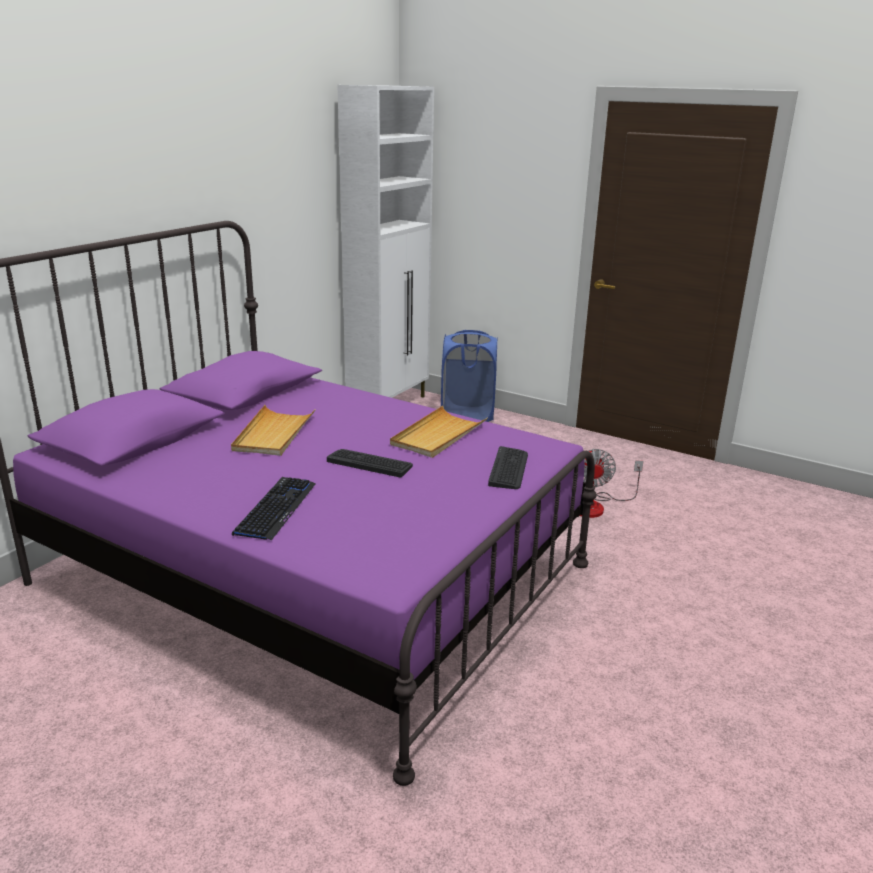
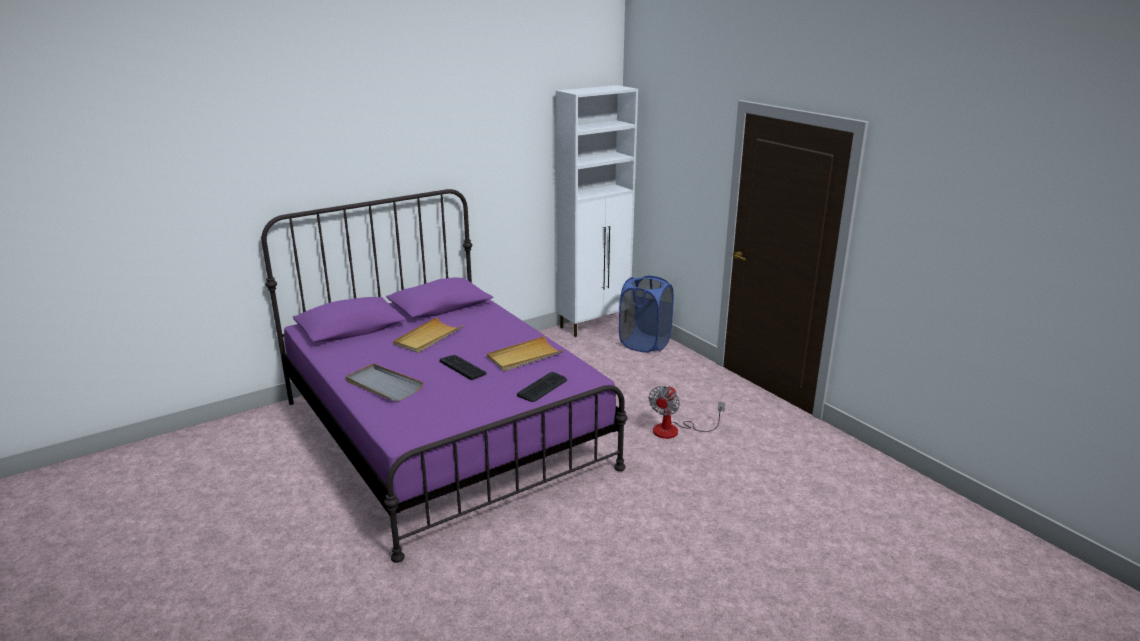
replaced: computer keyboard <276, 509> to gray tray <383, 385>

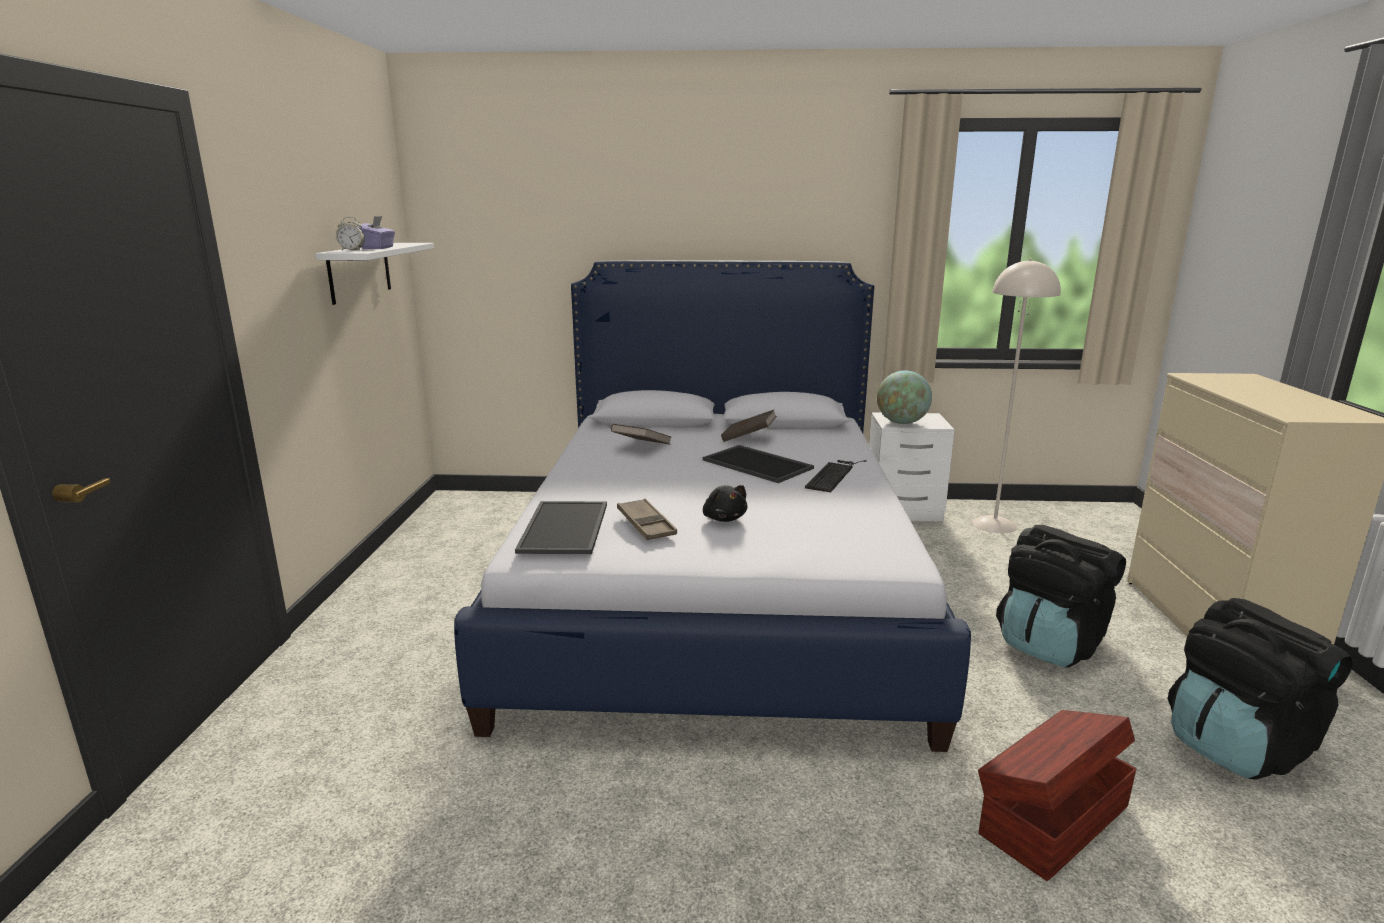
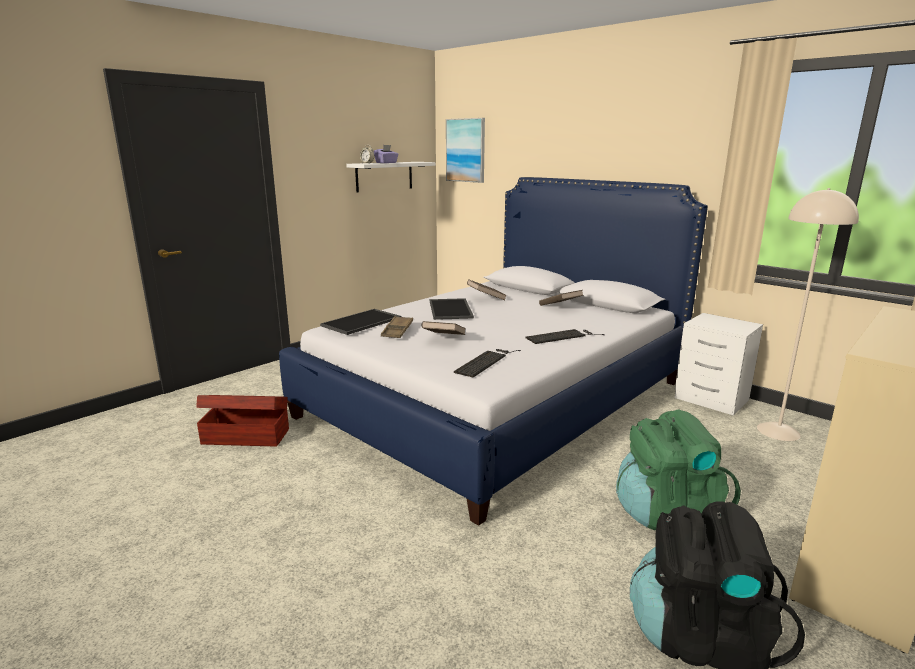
removed: desk globe <901, 422>
added: wall picture <466, 150>; computer keyboard <486, 361>
moved: tray <759, 464> to <451, 309>; brown storage box <1051, 819> to <245, 436>
replaced: black cuddly toy <724, 518> to brown volume <444, 339>
recoloured: black knapsack <1050, 644> to green knapsack <667, 512>

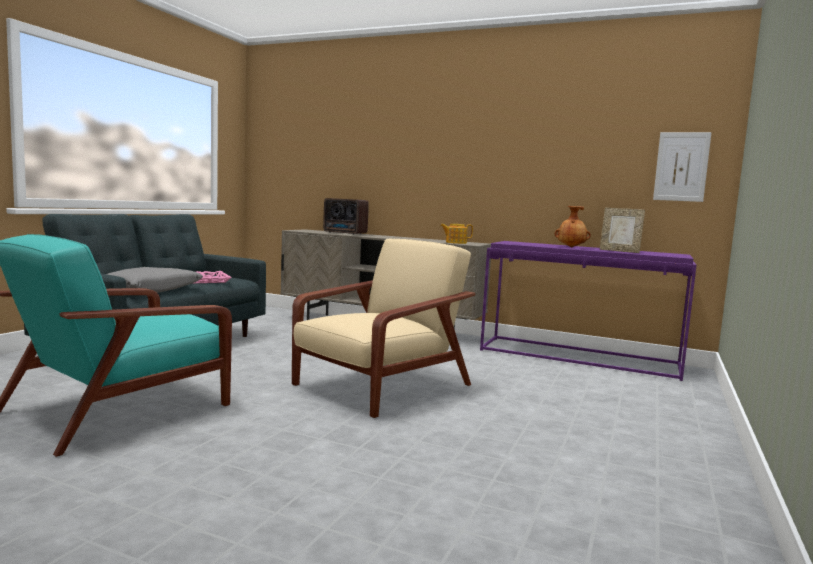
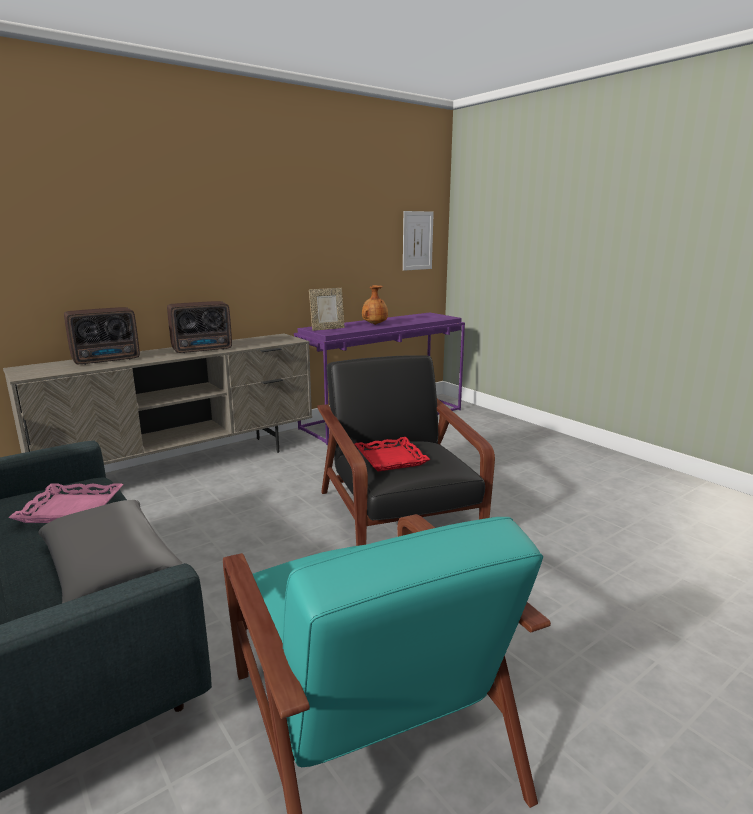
removed: teapot <455, 242>
added: radio set <203, 349>; red-coloured tray <391, 459>
moved: photo frame <619, 251> to <327, 329>
recoloured: beige armchair <380, 386> to black armchair <398, 518>

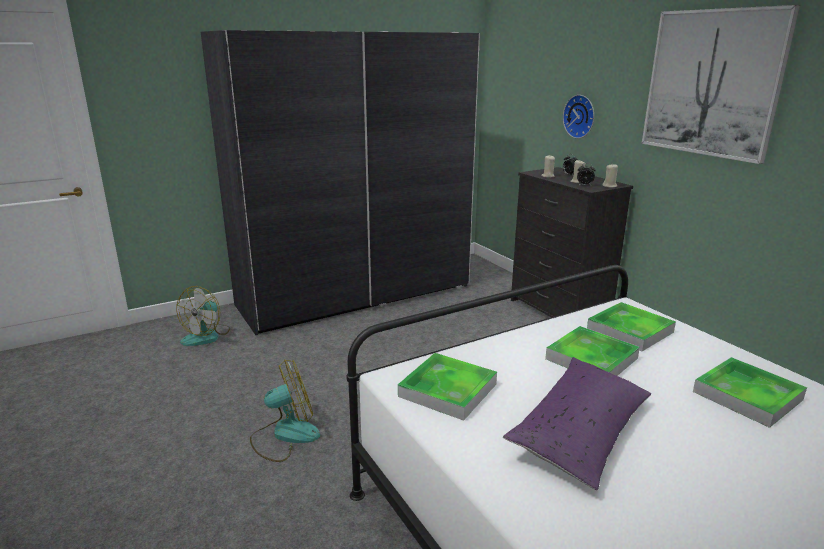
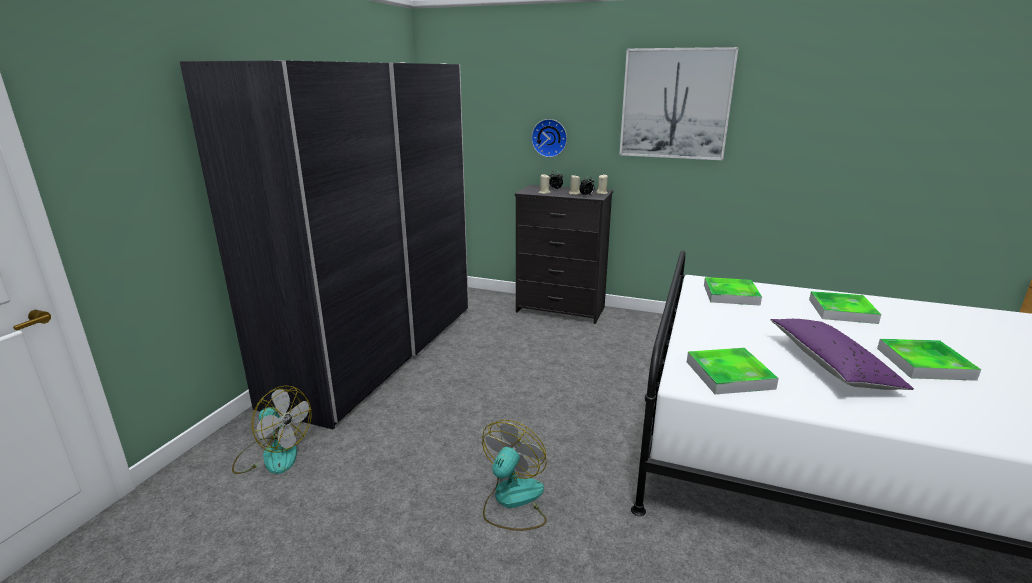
moved: tray <591, 358> to <924, 363>
turned: electric fan <206, 335> = <273, 454> 45 degrees counterclockwise

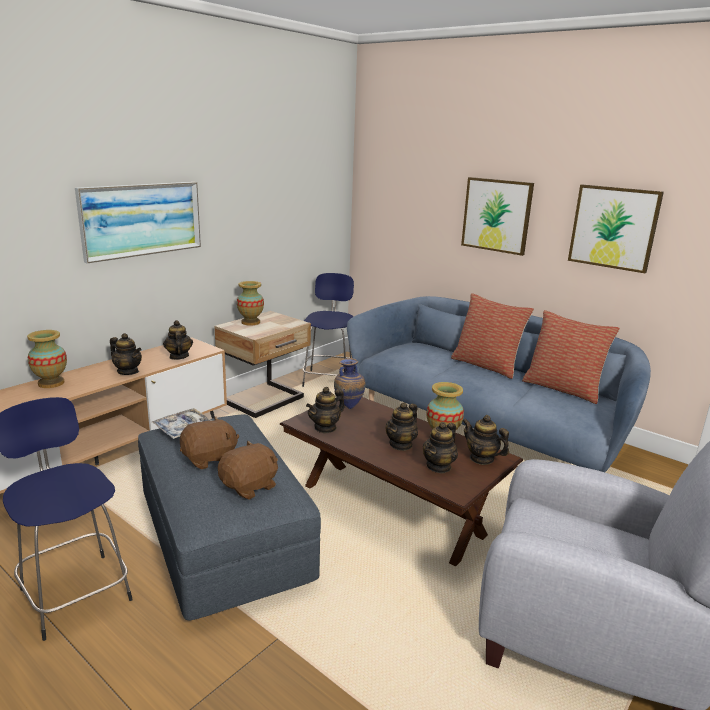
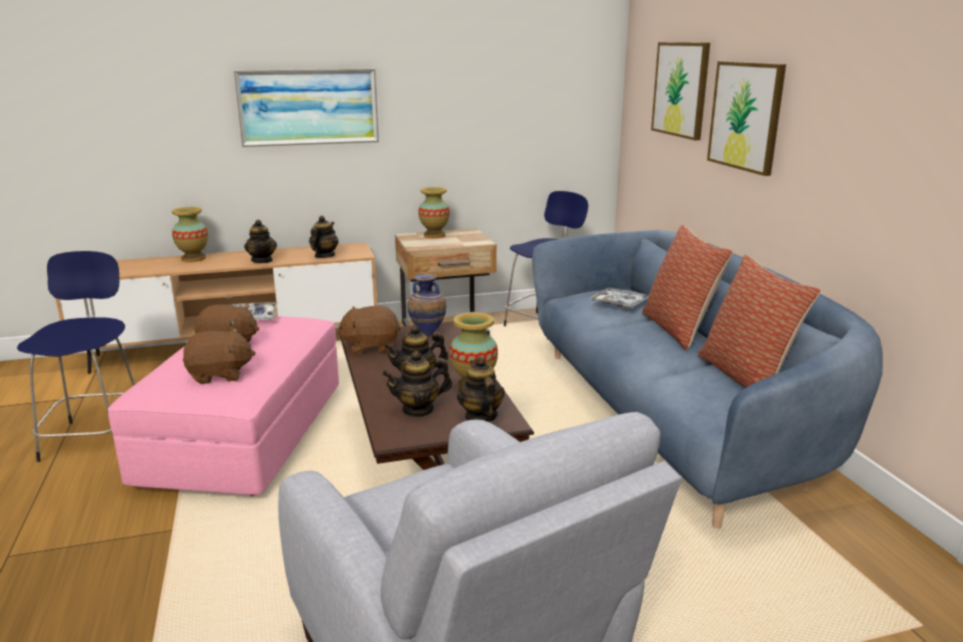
added: tray <620, 303>
moved: wall picture <613, 227> to <681, 89>
replaced: teapot <325, 428> to brown cuddly toy <370, 346>
recoloured: gray ottoman <223, 537> to pinkish ottoman <245, 436>

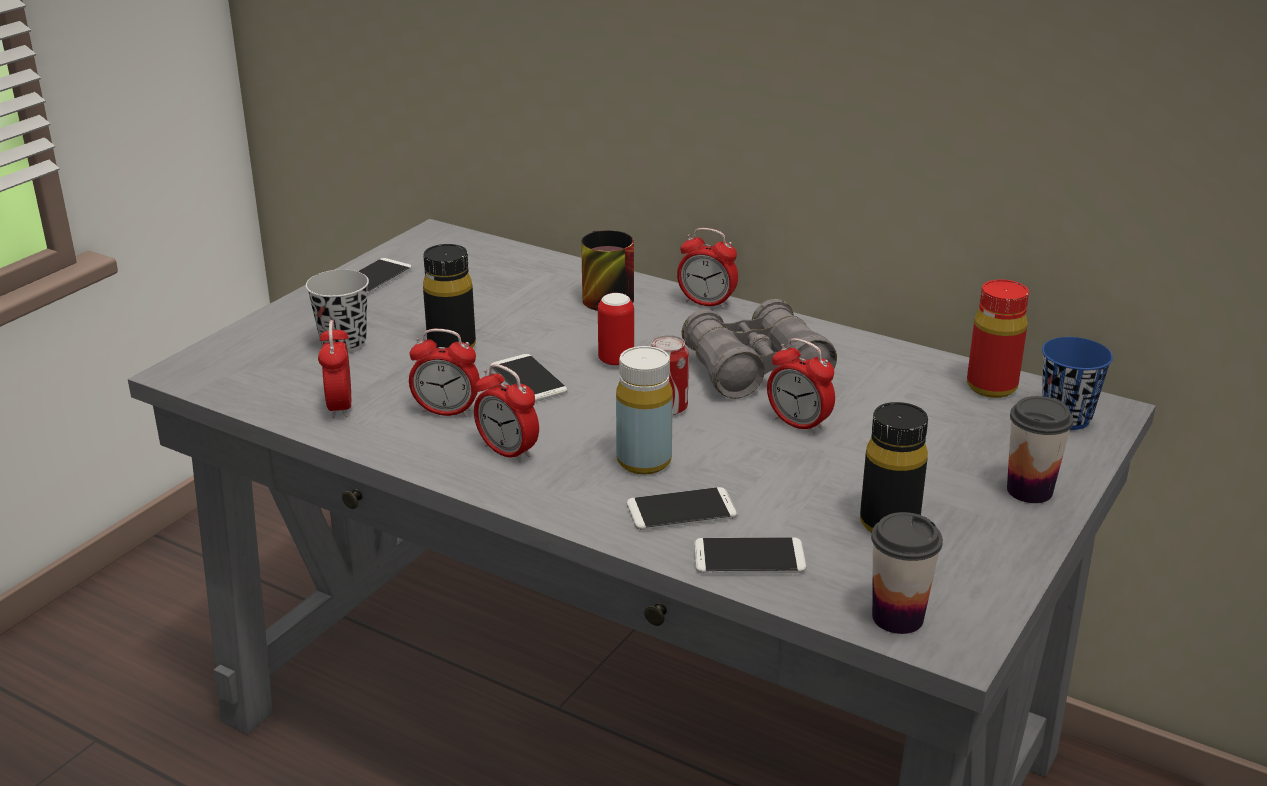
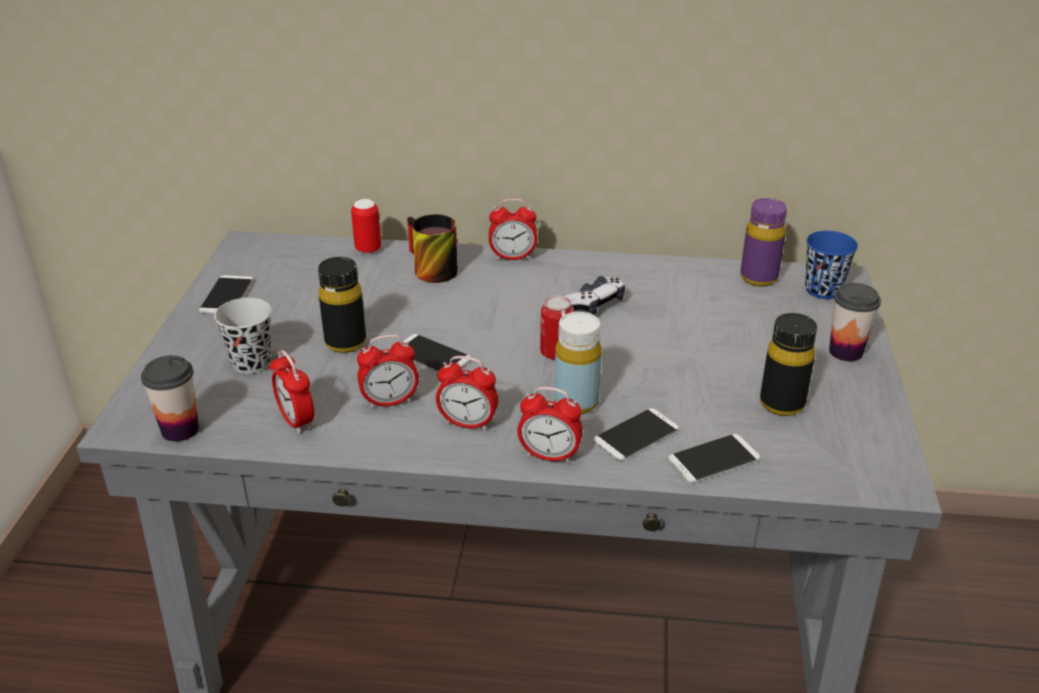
moved: can <616, 361> to <368, 249>; alarm clock <799, 424> to <549, 456>; cup <897, 617> to <180, 430>
replaced: gray binoculars <755, 369> to game controller <592, 304>
recoloured: red-coloured beverage bottle <991, 387> to purple-coloured beverage bottle <758, 278>

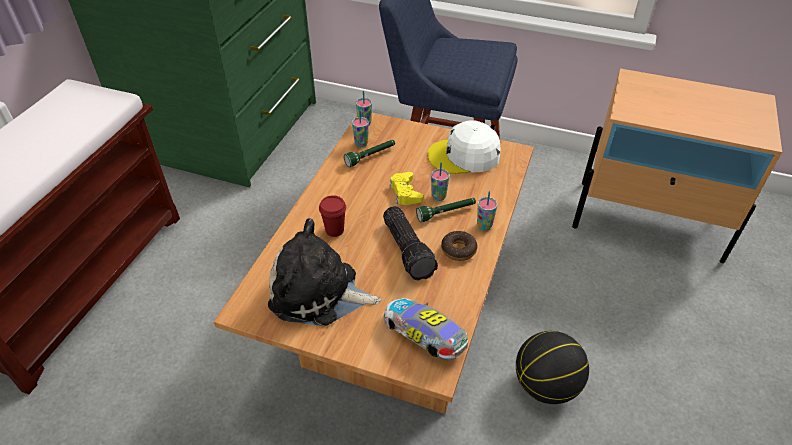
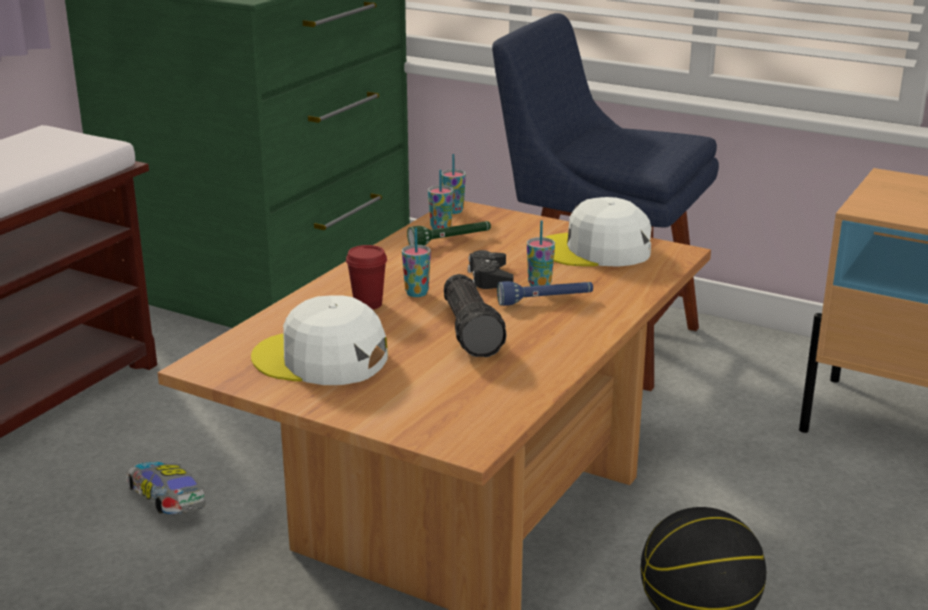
removed: ring doughnut <458, 249>
moved: cup <484, 226> to <416, 293>; toy car <425, 337> to <168, 503>
replaced: cuddly toy <319, 293> to whitish peaked cap <321, 359>
recoloured: yellowish game controller <405, 192> to black game controller <489, 278>; green hand torch <446, 213> to bluish hand torch <545, 301>

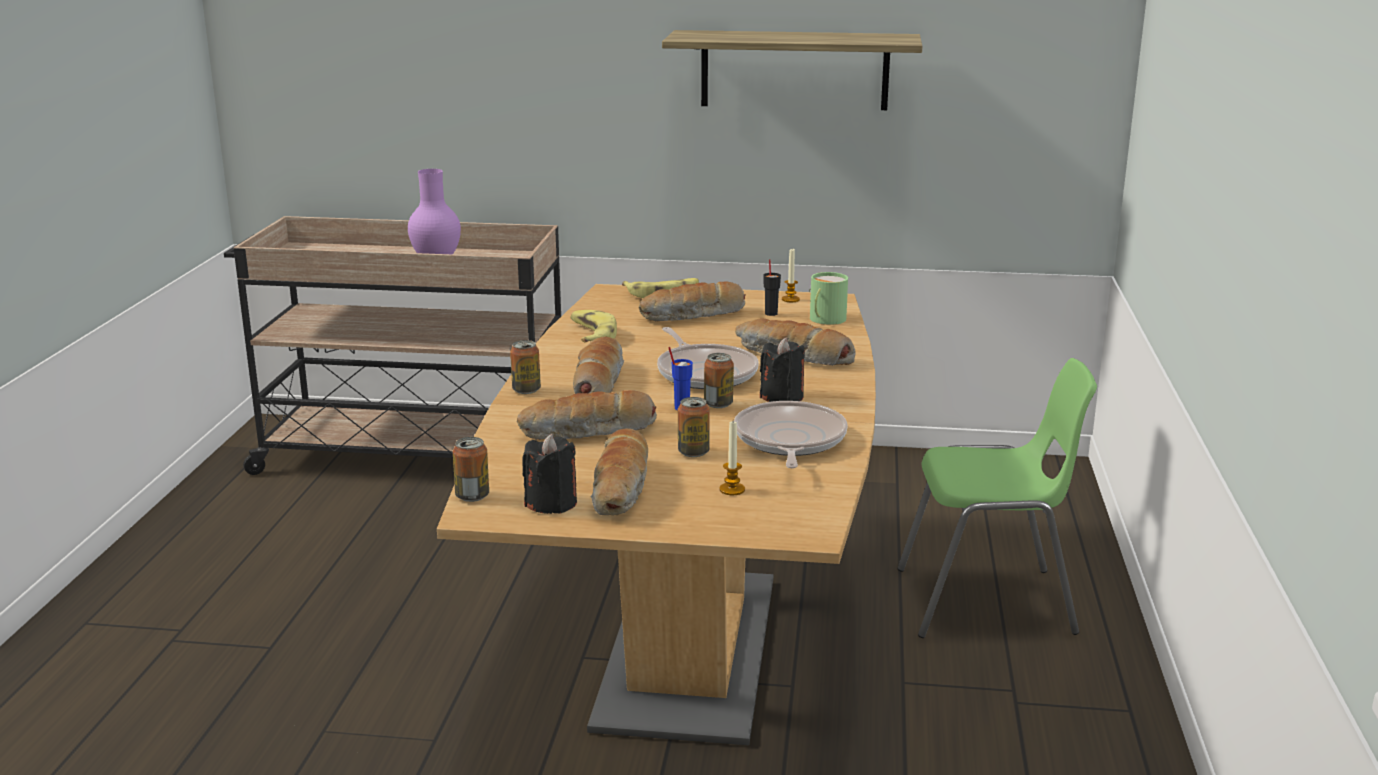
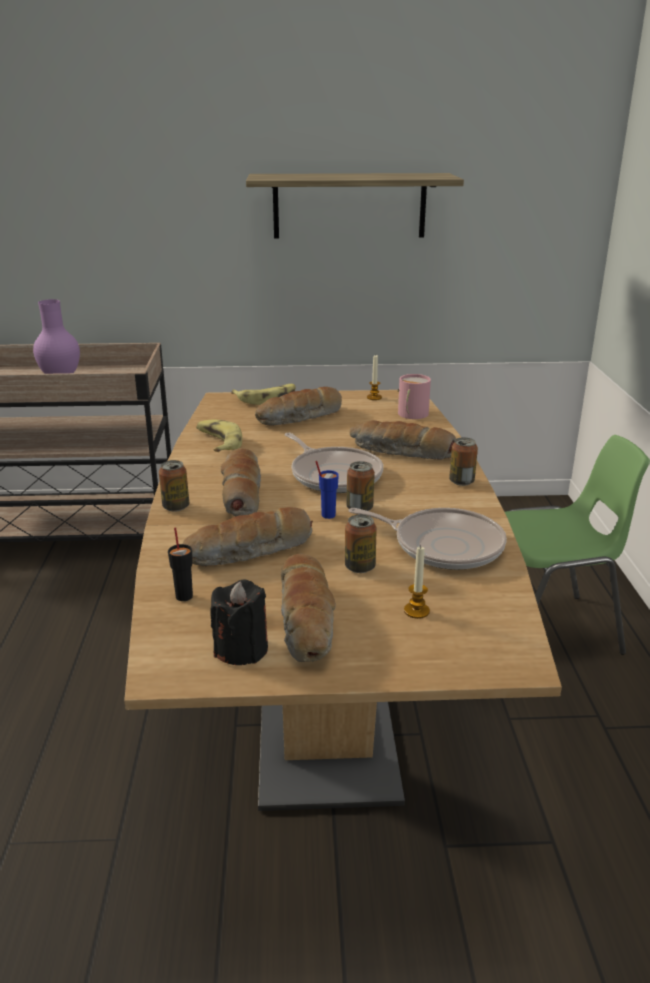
removed: black wax candle <782, 397>
moved: black cup <771, 313> to <184, 596>; can <472, 496> to <461, 481>
recoloured: green coffee mug <825, 319> to pinkish coffee mug <411, 414>
turned: frying pan <789, 441> = <442, 545> 120 degrees clockwise

